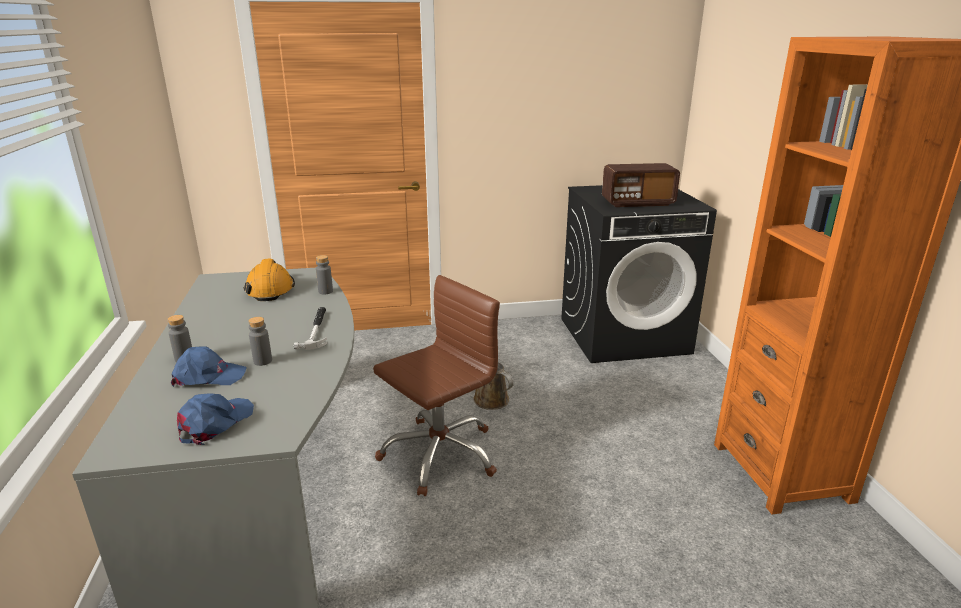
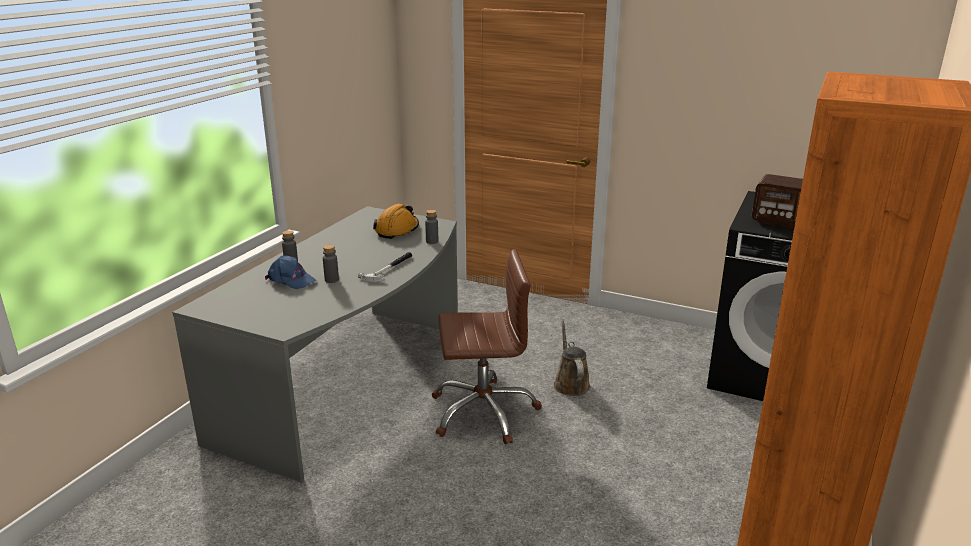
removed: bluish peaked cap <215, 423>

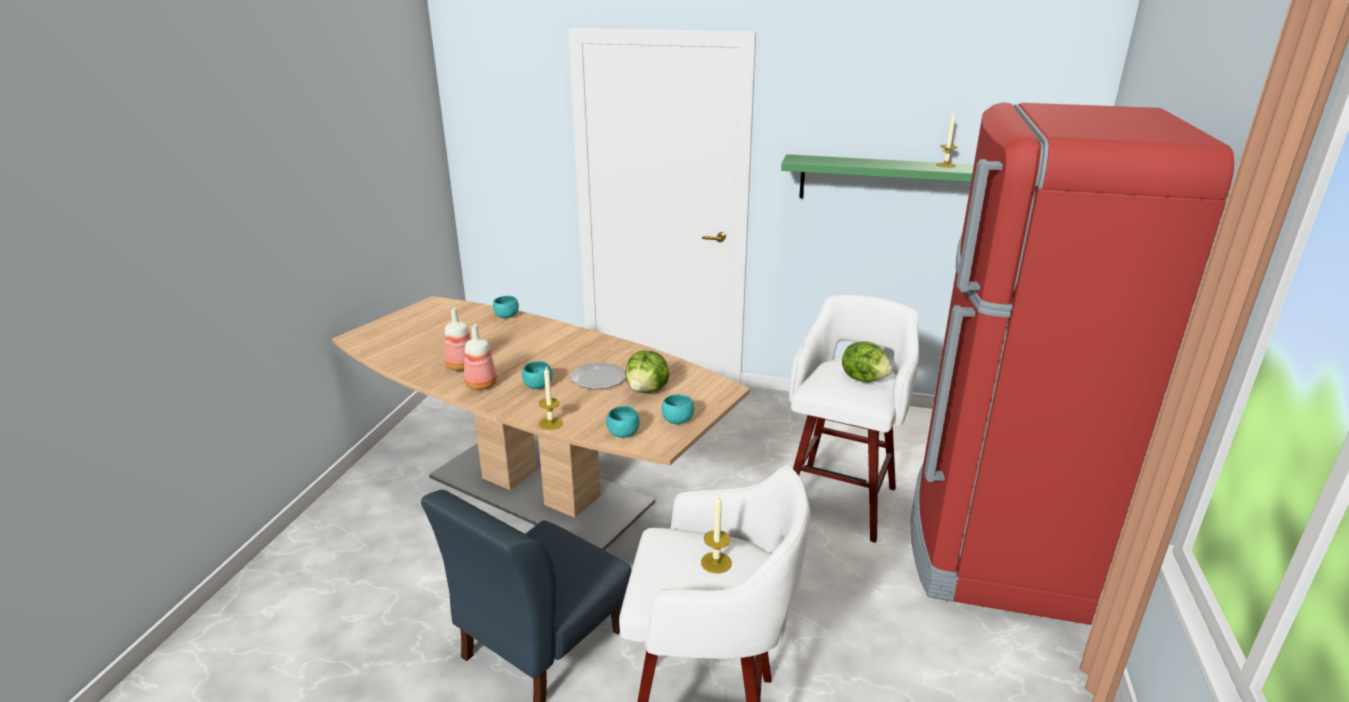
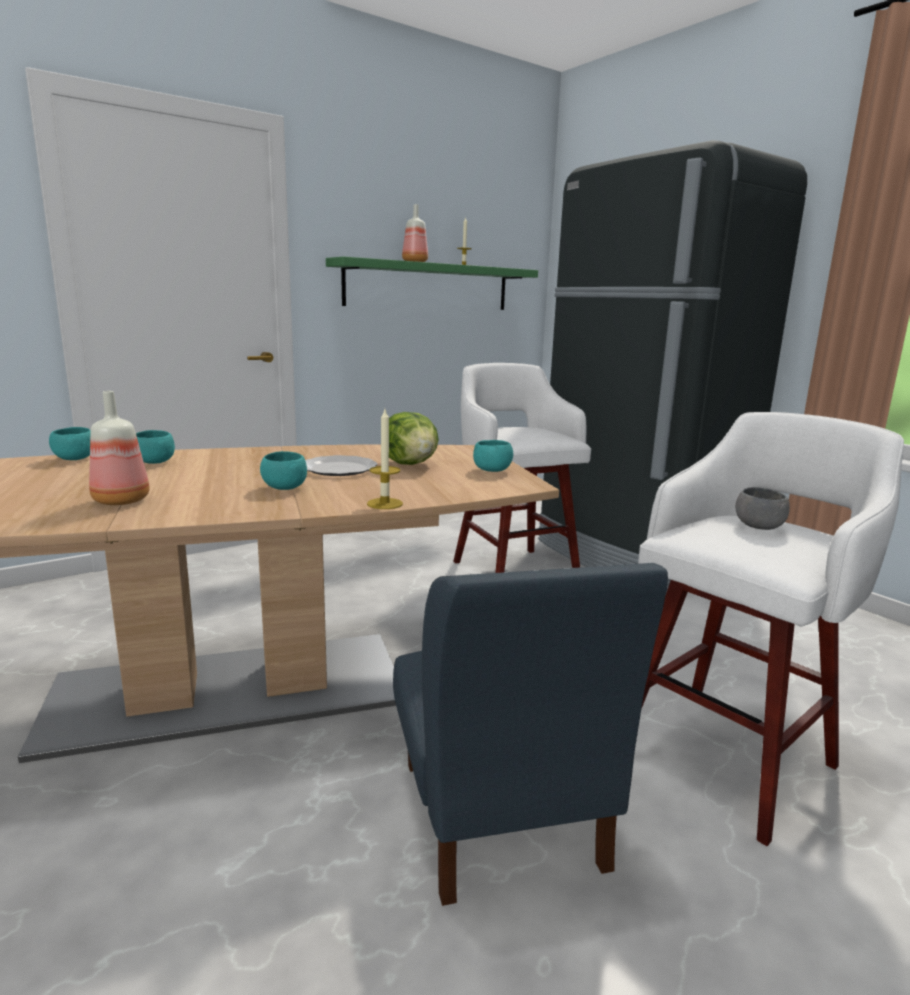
removed: lettuce <864, 378>
moved: beverage bottle <480, 385> to <414, 262>; turquoise-coloured bowl <623, 433> to <154, 462>
replaced: wax candle <716, 562> to gray bowl <758, 527>
recoloured: red-coloured kitchen fridge <991, 545> to black kitchen fridge <635, 555>

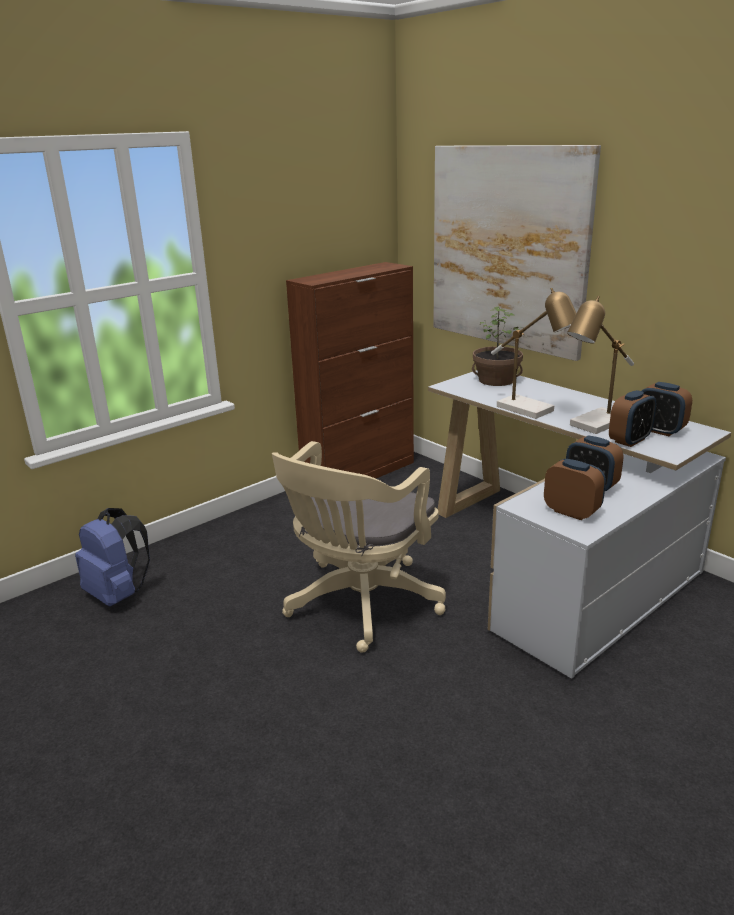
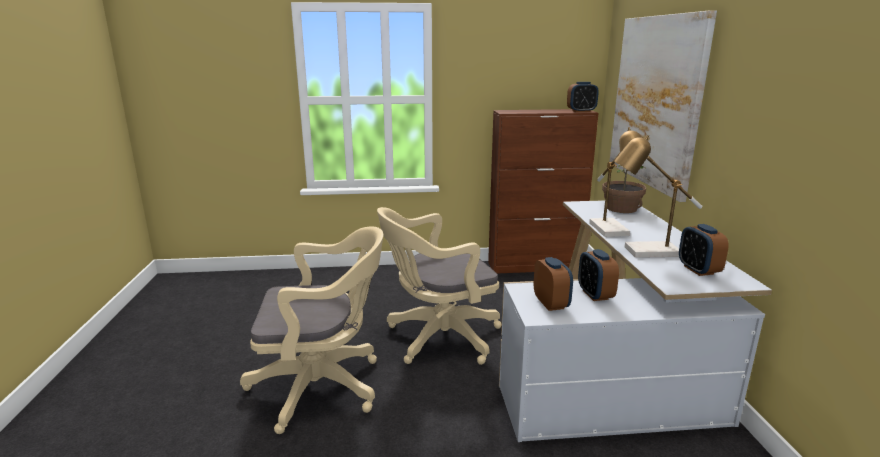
removed: bluish knapsack <118, 594>
added: beige desk chair <324, 387>
moved: alarm clock <629, 440> to <581, 111>

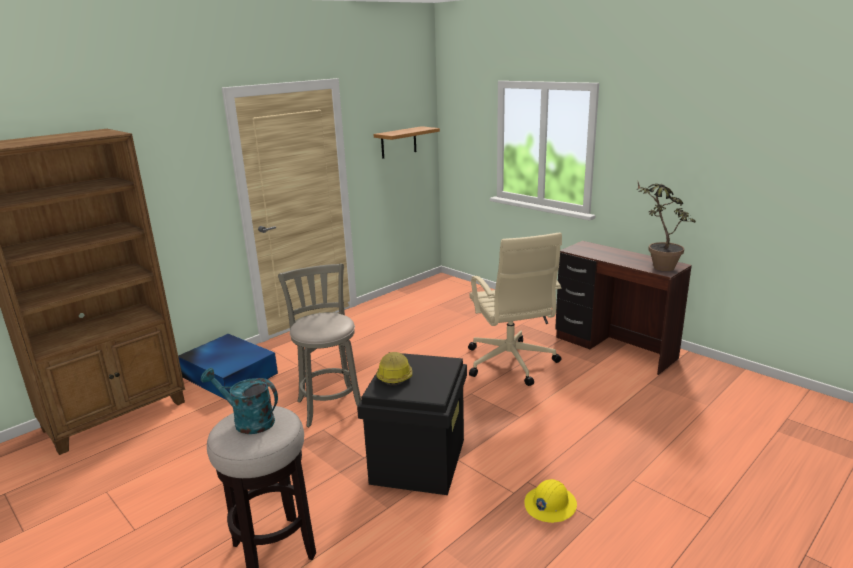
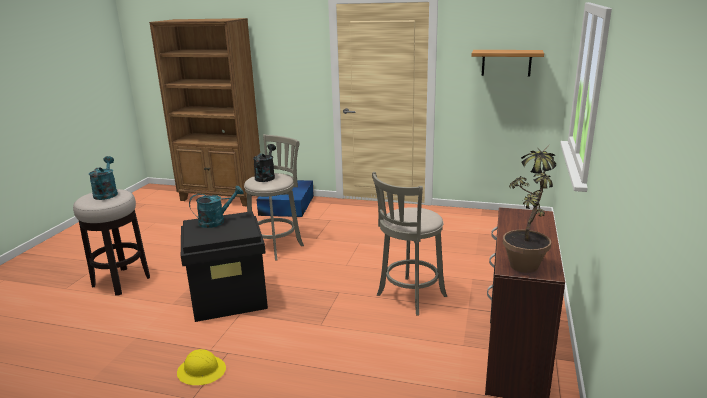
added: black sprinkling can <266, 176>
replaced: beige desk chair <511, 364> to gray stool seat <409, 297>; safety helmet <394, 375> to turquoise-coloured sprinkling can <216, 221>

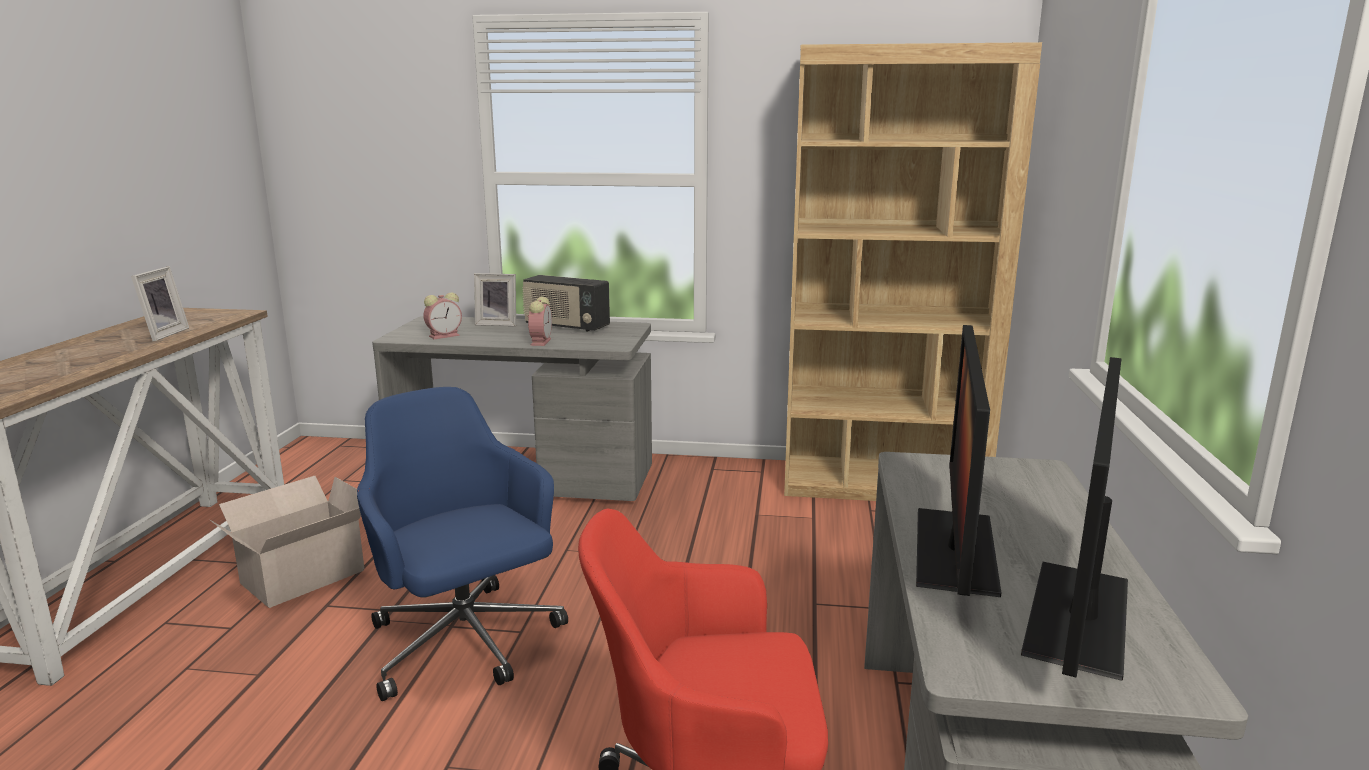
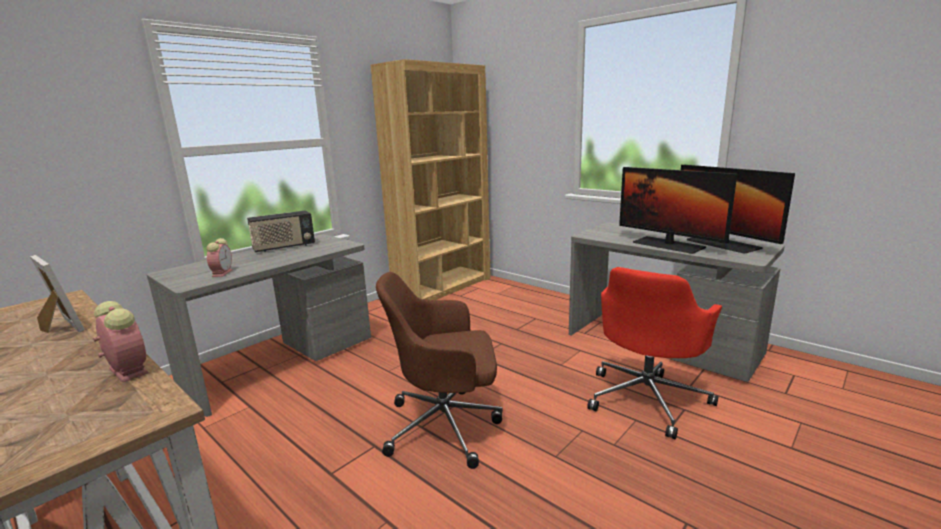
removed: photo frame <498, 324>; packing box <299, 578>
moved: alarm clock <540, 341> to <127, 370>
recoloured: bluish desk chair <465, 643> to brown desk chair <446, 425>

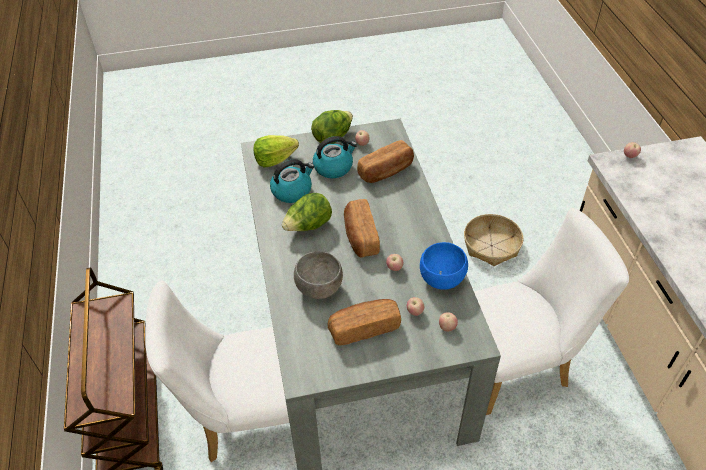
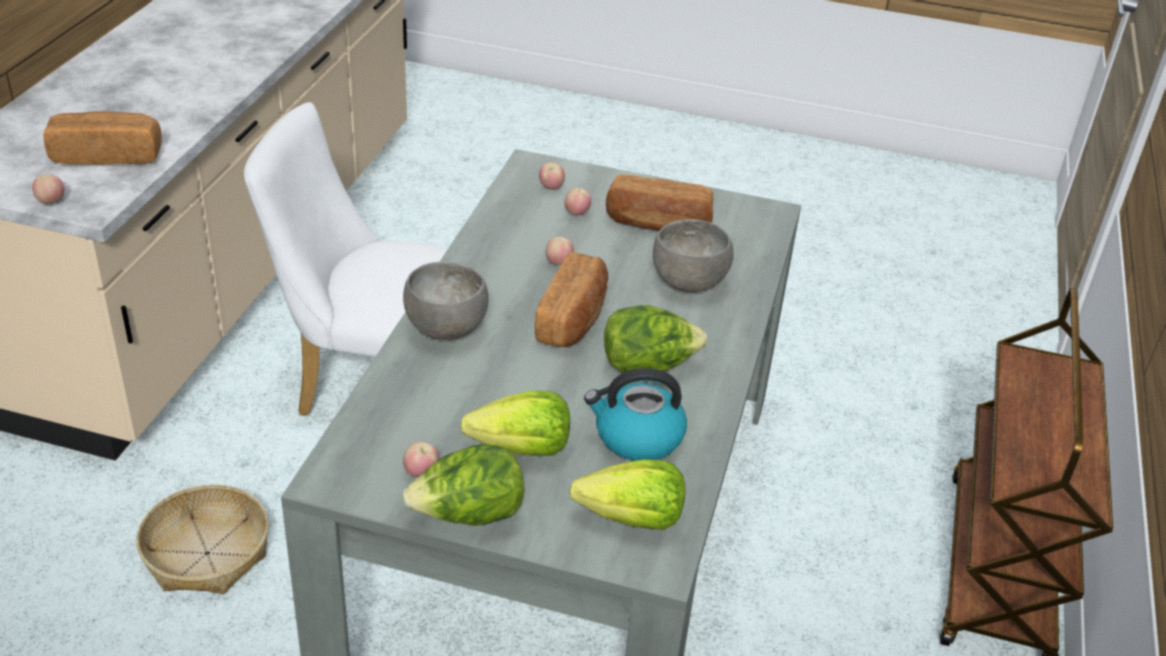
removed: bluish bowl <441, 278>; whitish chair <246, 418>
added: gray bowl <447, 329>
moved: bakery bread <386, 171> to <107, 155>
replaced: water kettle <333, 167> to lettuce <522, 449>

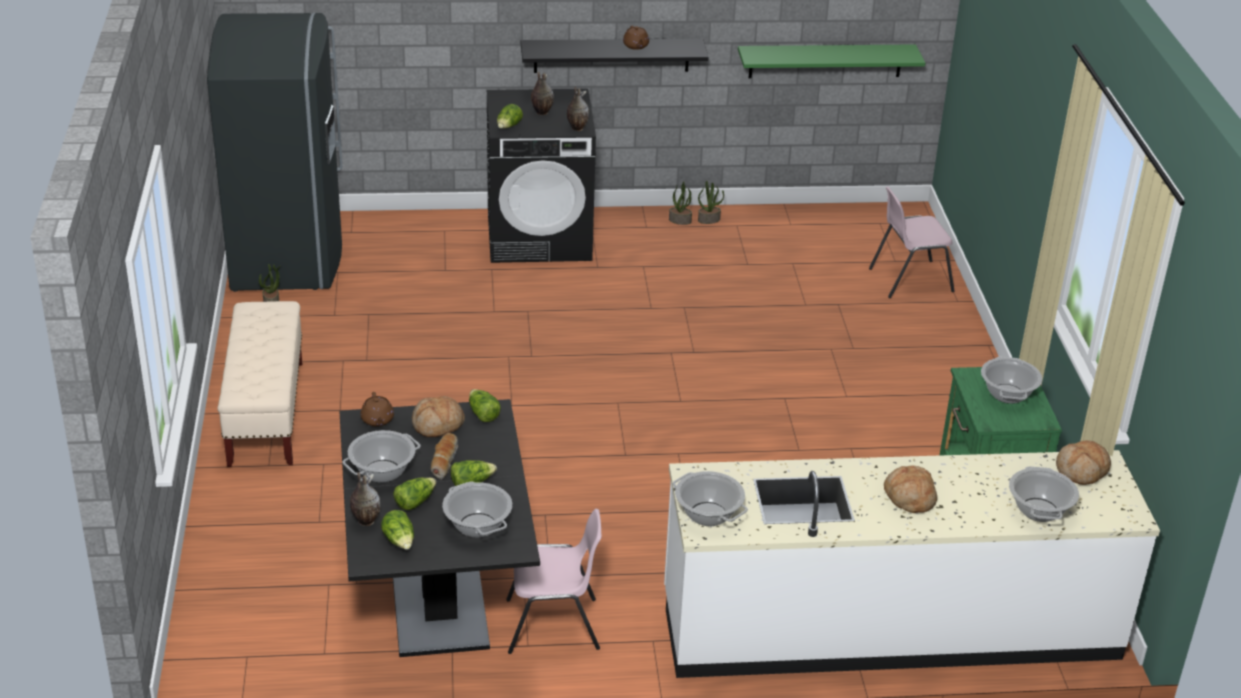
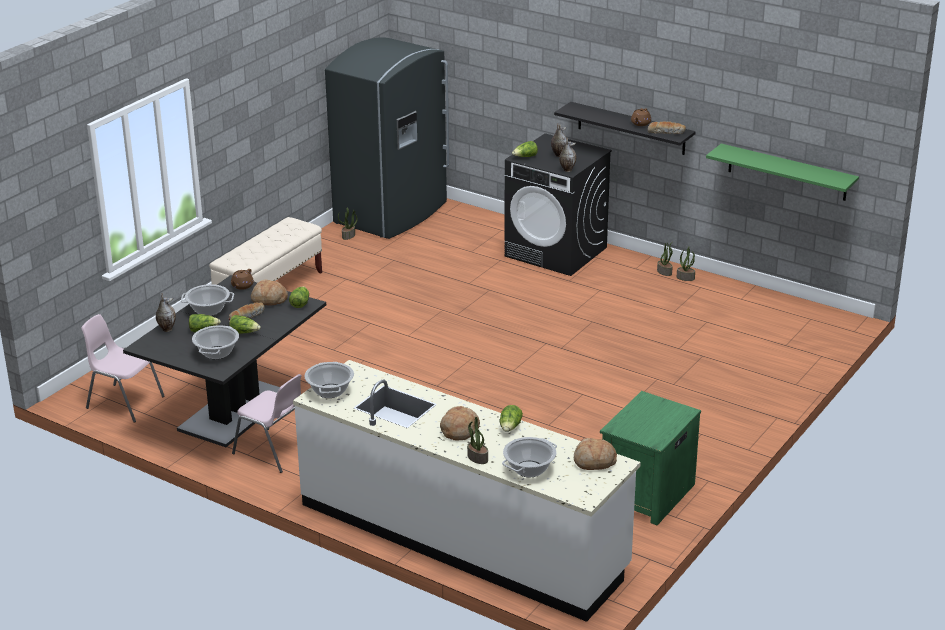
removed: cooking pot <1008, 394>
added: bakery bread <666, 132>; plant in a pot <477, 458>
moved: pinkish chair <909, 279> to <124, 402>; lettuce <400, 541> to <510, 427>

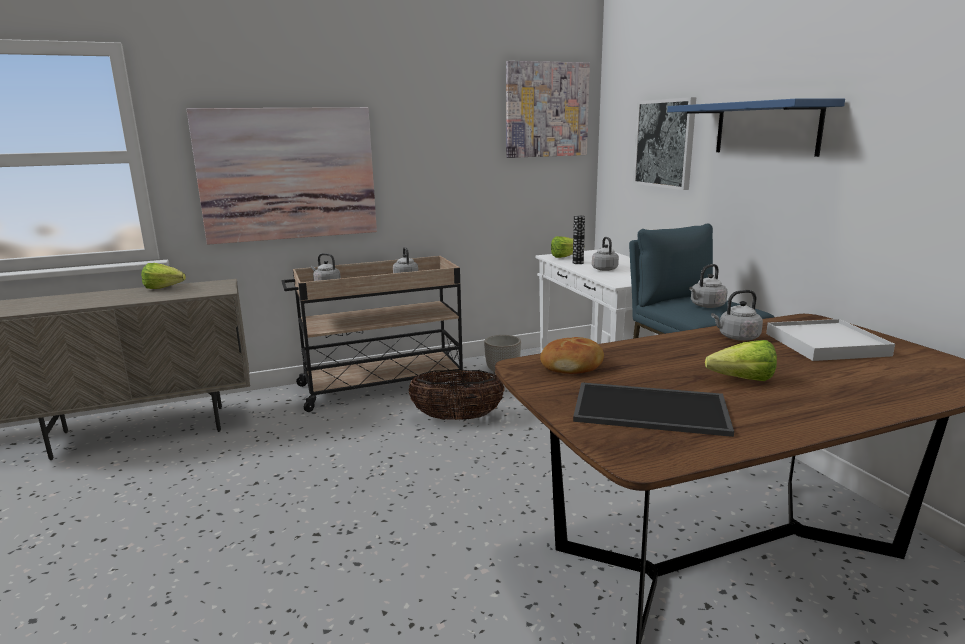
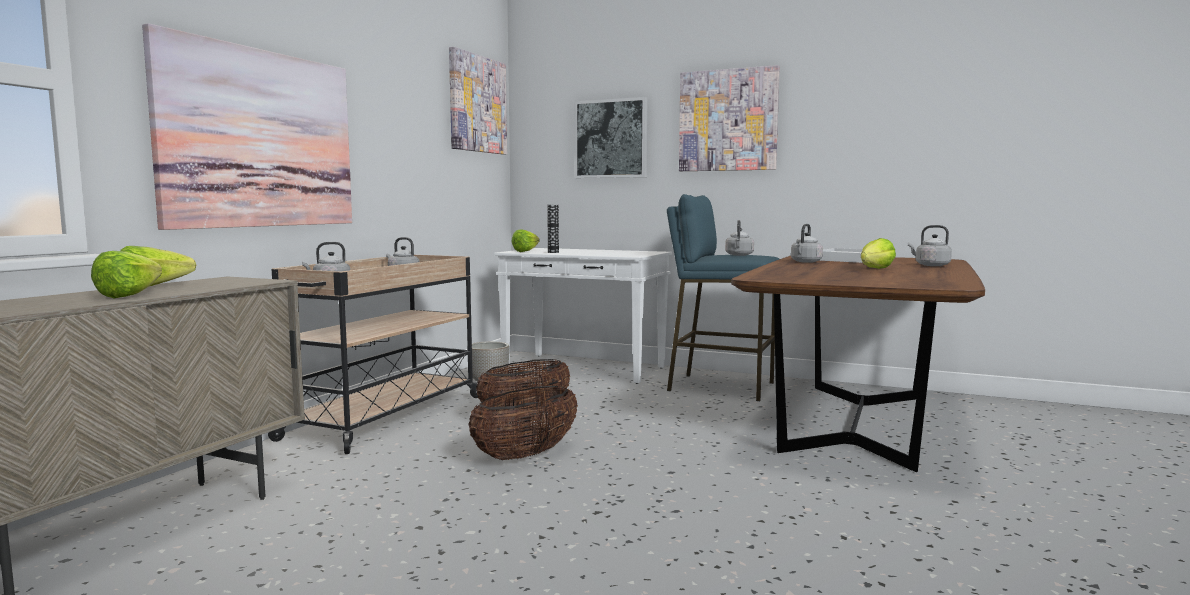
removed: bakery bread <572, 365>; tray <652, 408>
added: lettuce <135, 295>; storage basket <526, 455>
moved: gray water kettle <604, 269> to <930, 265>
replaced: bluish shelf <766, 128> to wall picture <728, 120>

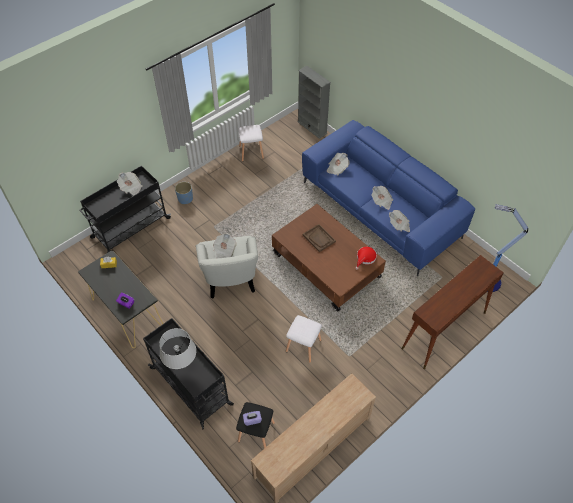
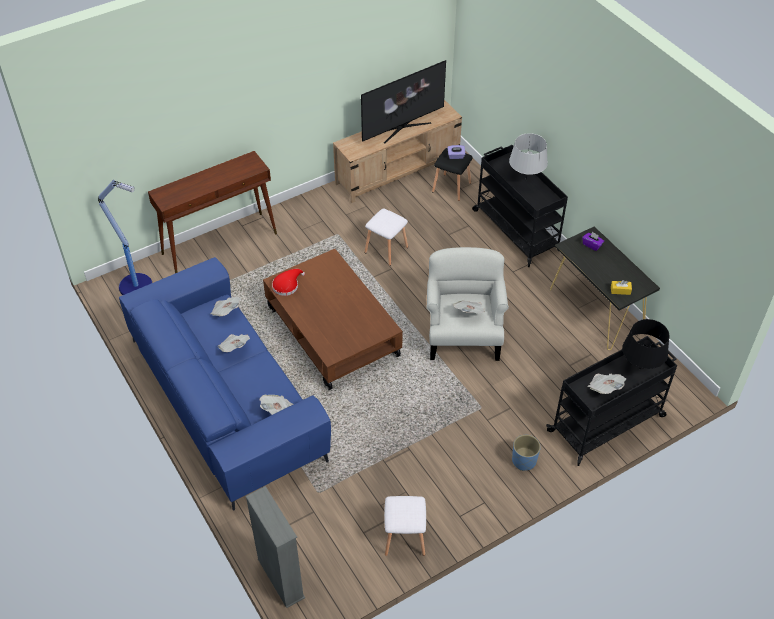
removed: brown tray <319, 238>
added: TV <402, 128>; black table lamp <639, 369>

